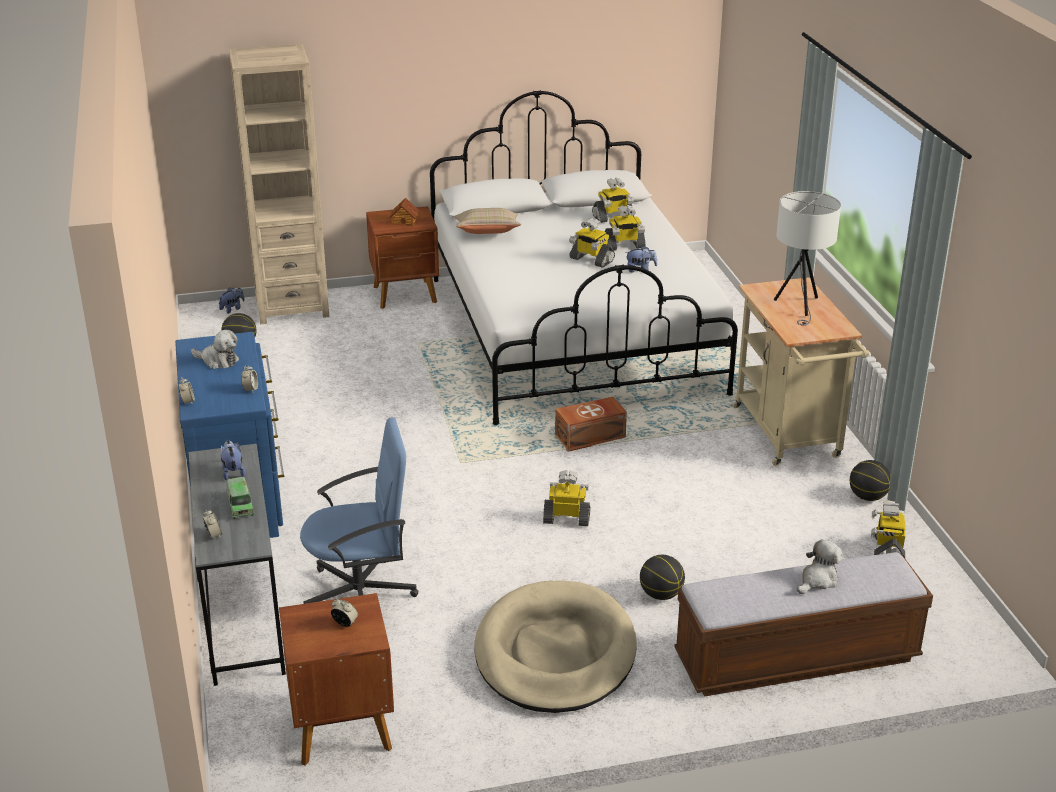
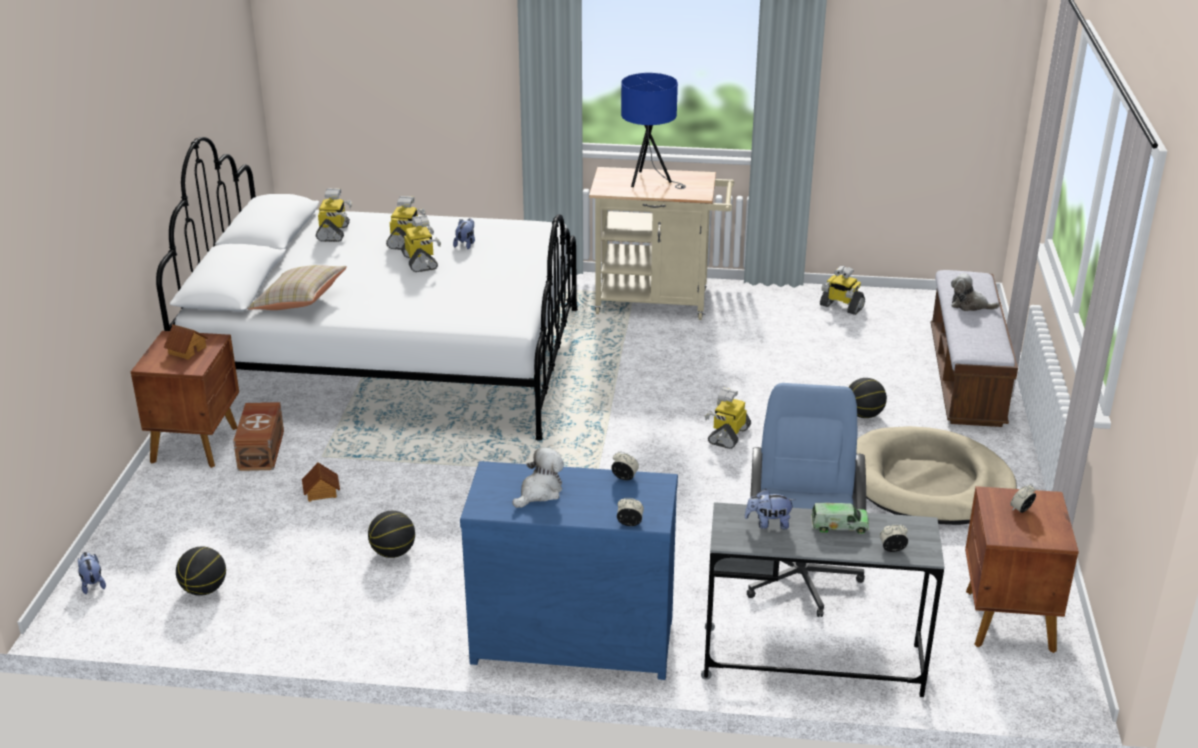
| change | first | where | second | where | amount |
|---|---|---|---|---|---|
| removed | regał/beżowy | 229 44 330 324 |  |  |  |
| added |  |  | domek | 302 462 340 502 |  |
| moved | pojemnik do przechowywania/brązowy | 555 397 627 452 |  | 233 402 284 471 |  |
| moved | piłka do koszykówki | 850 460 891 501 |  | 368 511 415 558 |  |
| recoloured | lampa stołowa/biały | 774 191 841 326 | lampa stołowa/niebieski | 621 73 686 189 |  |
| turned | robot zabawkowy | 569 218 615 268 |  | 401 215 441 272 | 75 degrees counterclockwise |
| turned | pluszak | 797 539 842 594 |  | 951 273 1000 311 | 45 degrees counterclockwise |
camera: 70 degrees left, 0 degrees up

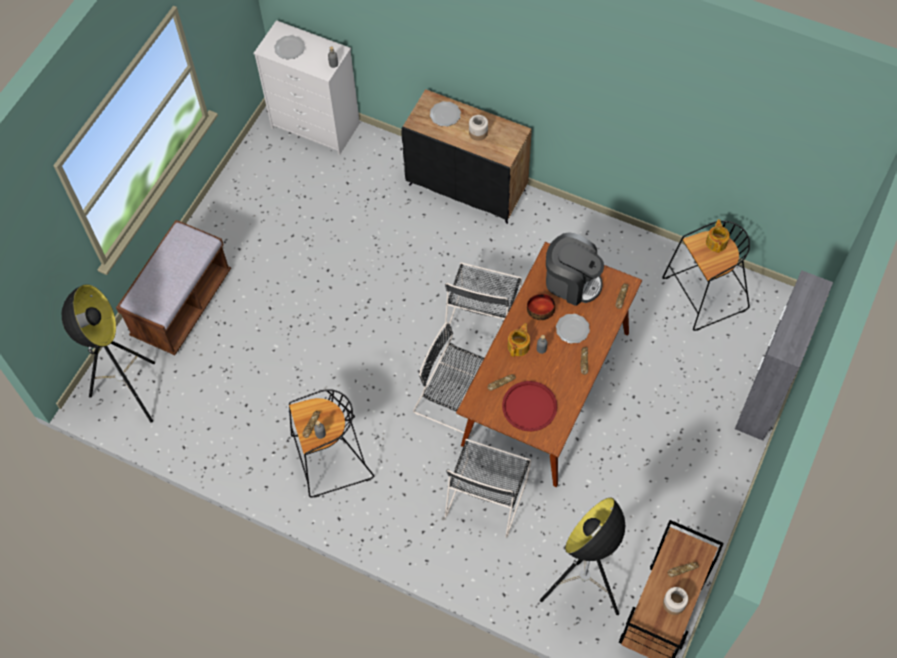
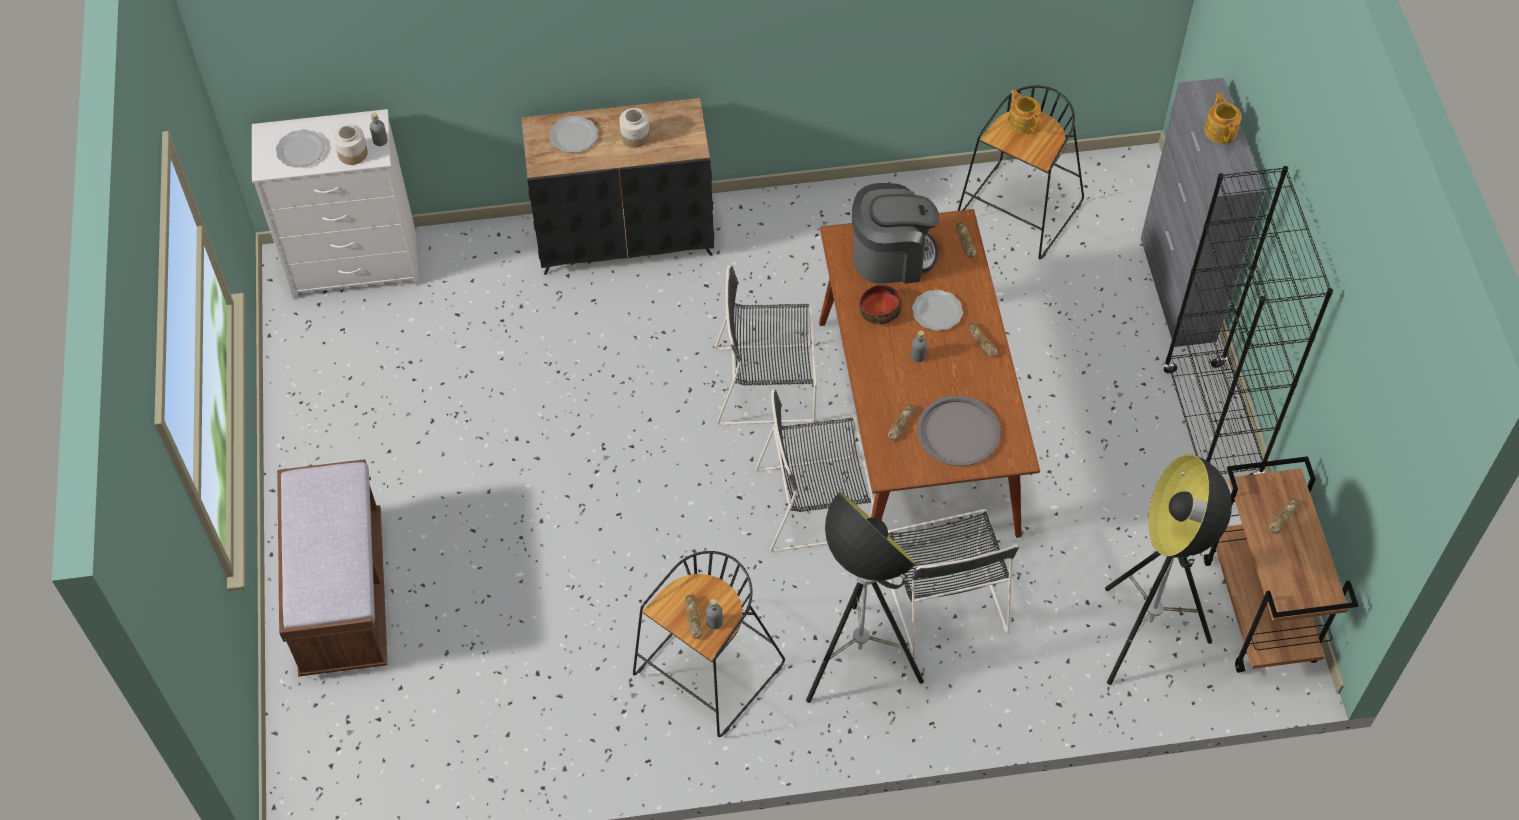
| change | first | where | second | where | amount |
|---|---|---|---|---|---|
| added |  |  | regał/czarny | 1163 166 1333 475 |  |
| moved | lampa stojąca | 62 284 155 423 |  | 806 491 924 703 |  |
| moved | imbryk | 508 323 530 357 |  | 1204 93 1242 144 |  |
| moved | słoik | 663 587 688 615 |  | 333 124 368 165 |  |
| recoloured | taca/czerwony | 502 381 557 431 | taca/szary | 917 396 1000 466 |  |
| turned | krzesło/czarny | 444 262 522 337 |  | 715 265 817 426 | 105 degrees clockwise |
camera: 35 degrees left, 5 degrees down

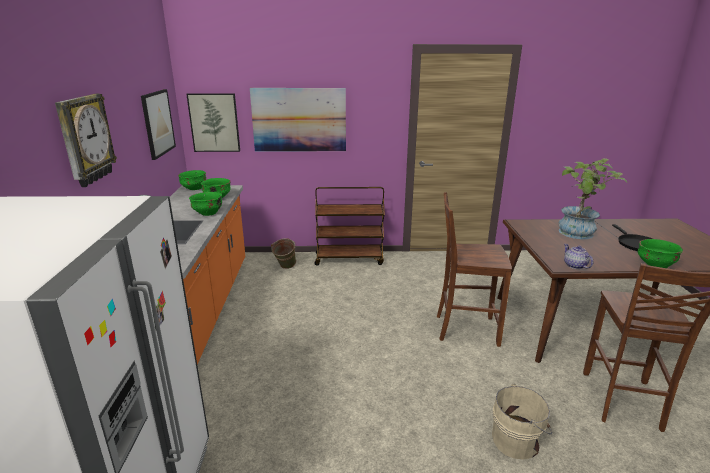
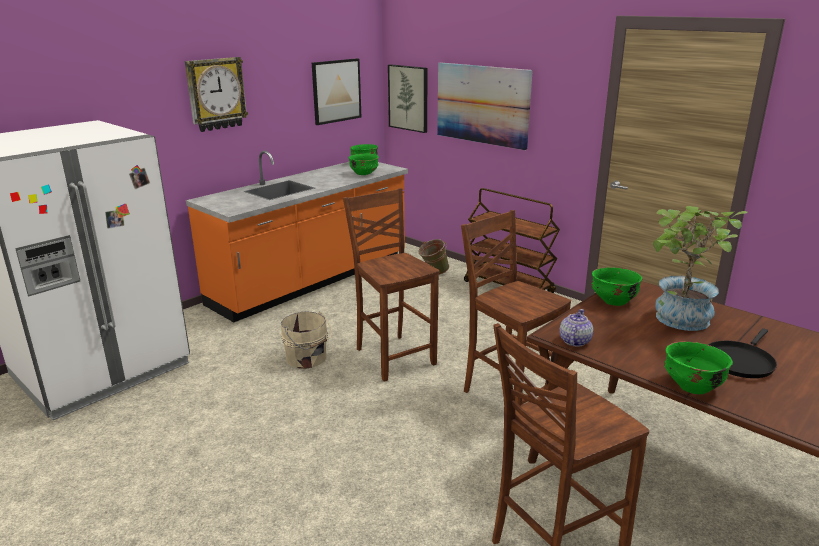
| change | first | where | second | where | amount |
|---|---|---|---|---|---|
| added |  |  | krzesło/brązowy | 343 188 439 382 |  |
| moved | miska/zielony | 189 192 222 216 |  | 591 267 642 306 |  |
| moved | wiadro/beżowy | 492 384 552 459 |  | 281 311 332 369 |  |
camera: 45 degrees right, 0 degrees up

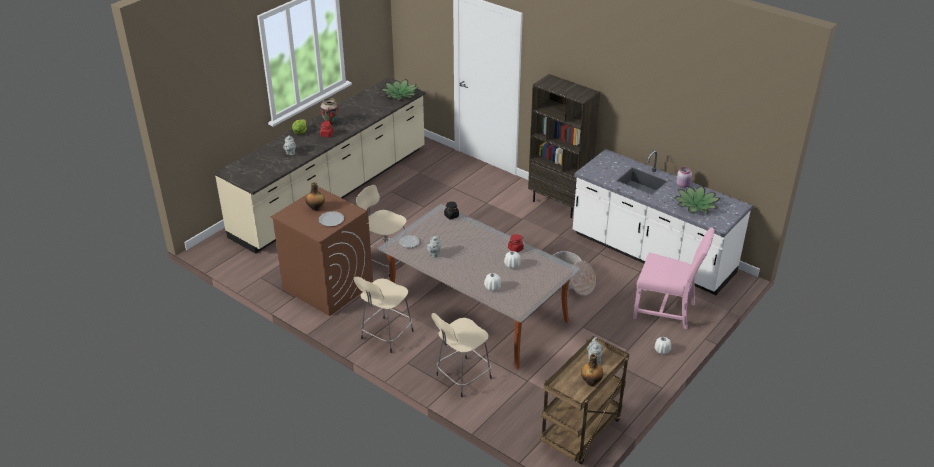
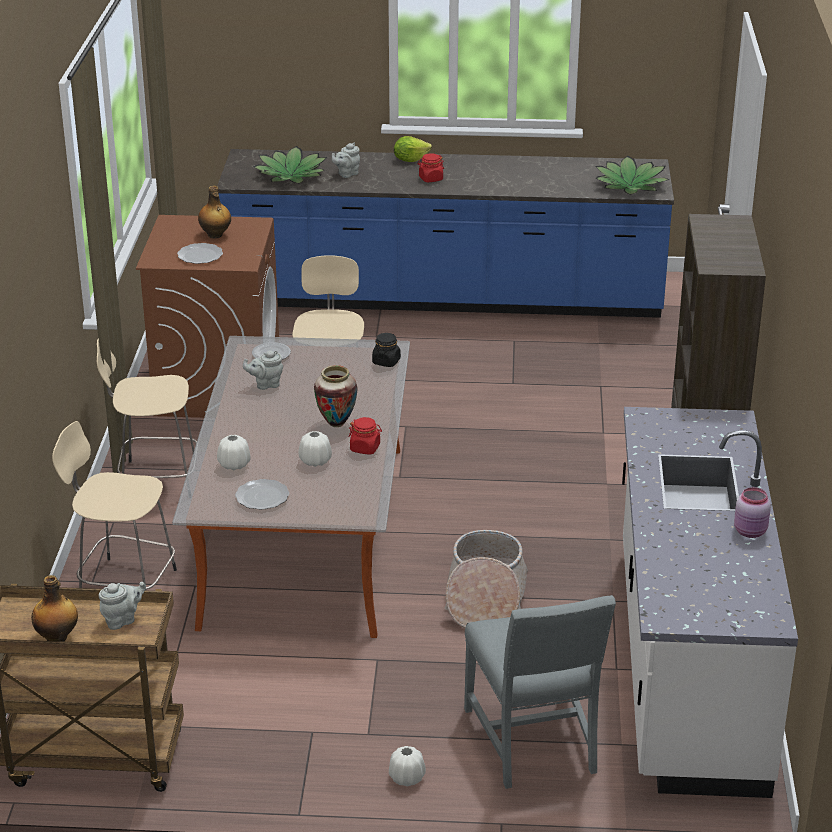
| change | first | where | second | where | amount |
|---|---|---|---|---|---|
| added |  |  | talerz | 235 479 289 510 |  |
| moved | wazon | 320 98 339 125 |  | 314 365 358 427 |  |
| moved | roślina doniczkowa | 674 186 720 214 |  | 253 146 327 184 |  |
| recoloured | zabudowa kuchenna/beżowy | 214 77 426 254 | zabudowa kuchenna/niebieski | 217 149 674 318 |  |
| recoloured | krzesło/różowy | 633 227 715 329 | krzesło/szary | 464 595 616 789 |  |
camera: 55 degrees right, 5 degrees down

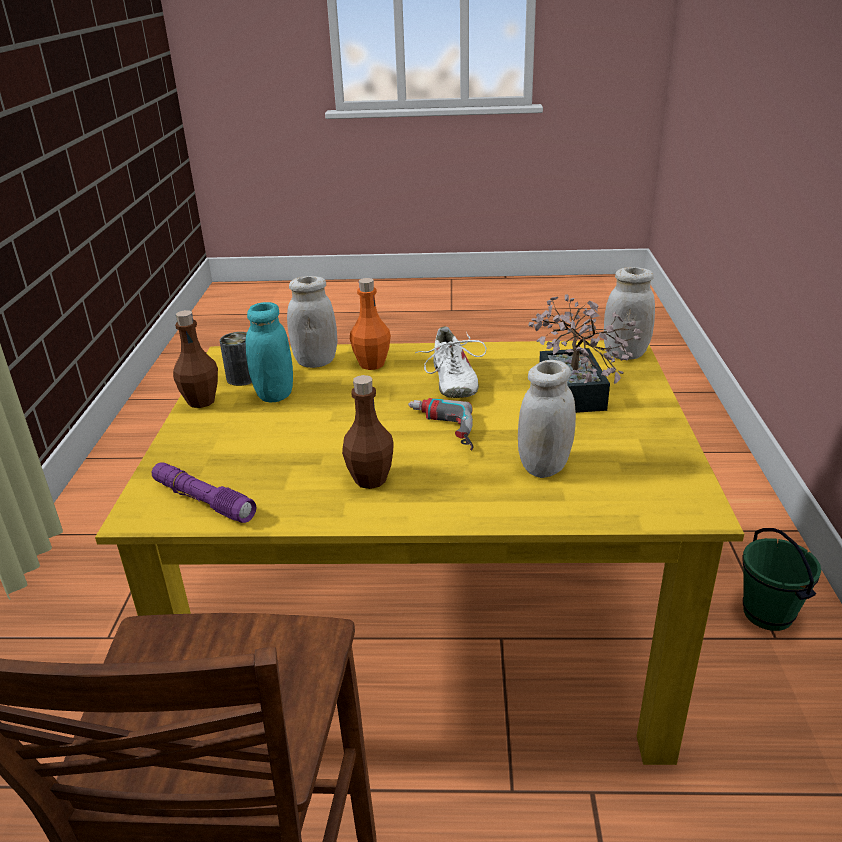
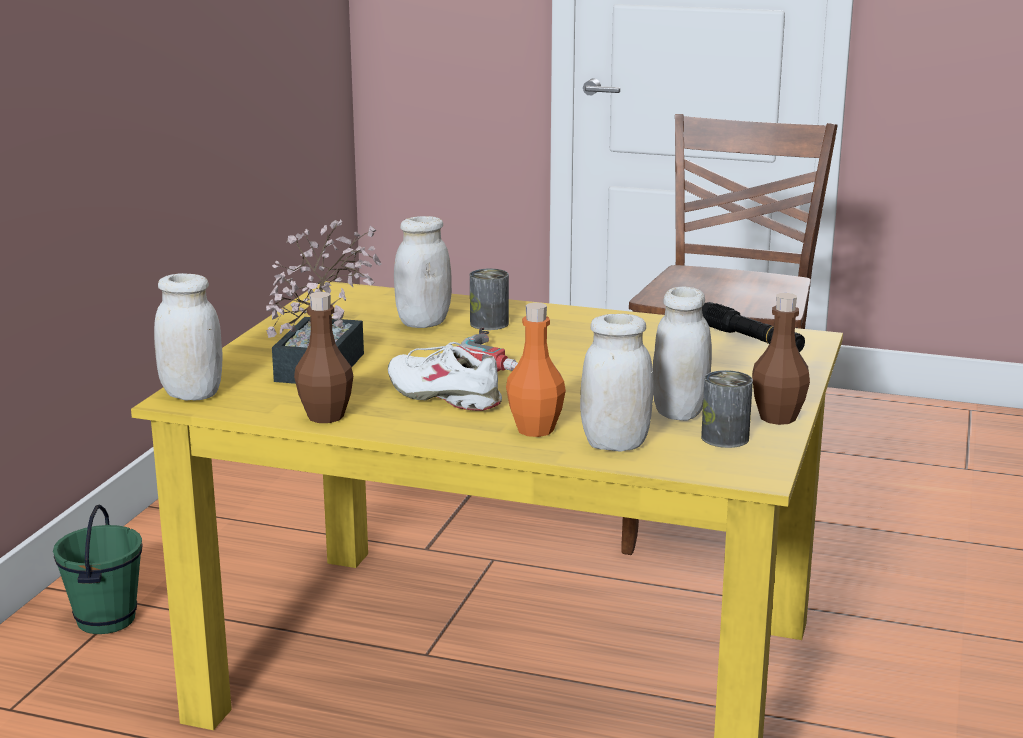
| change | first | where | second | where | amount |
|---|---|---|---|---|---|
| added |  |  | puszka | 470 269 509 330 |  |
| moved | butelka/brązowy | 342 375 394 489 |  | 294 292 353 423 |  |
| recoloured | latarka/fioletowy | 152 462 256 523 | latarka/czarny | 702 302 805 352 |  |
| recoloured | słoik/turkusowy | 246 302 293 403 | słoik/biały | 653 286 712 421 |  |
| turned | but/biały | 415 326 487 398 |  | 388 342 502 411 | 60 degrees counterclockwise |
camera: 165 degrees left, 10 degrees down

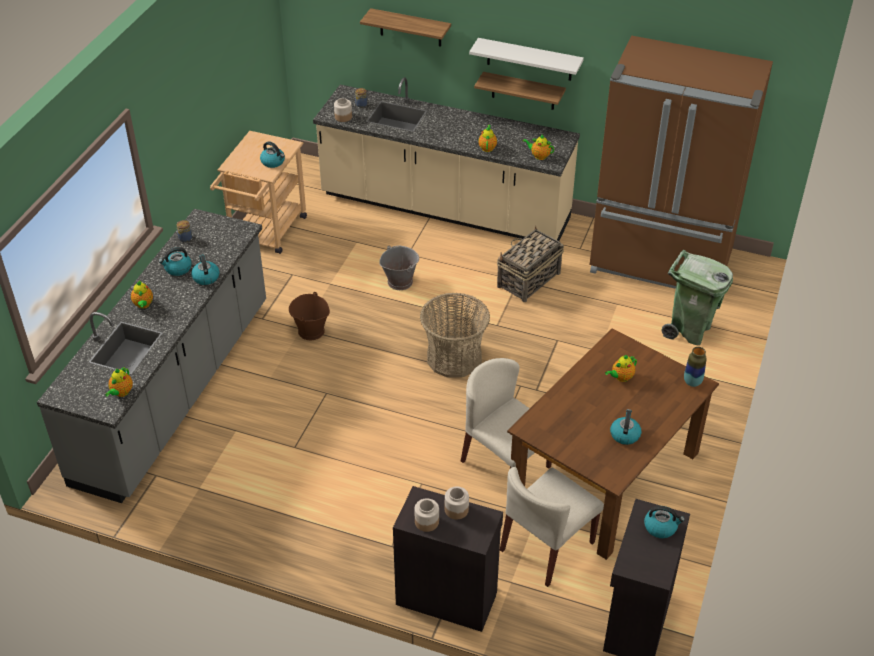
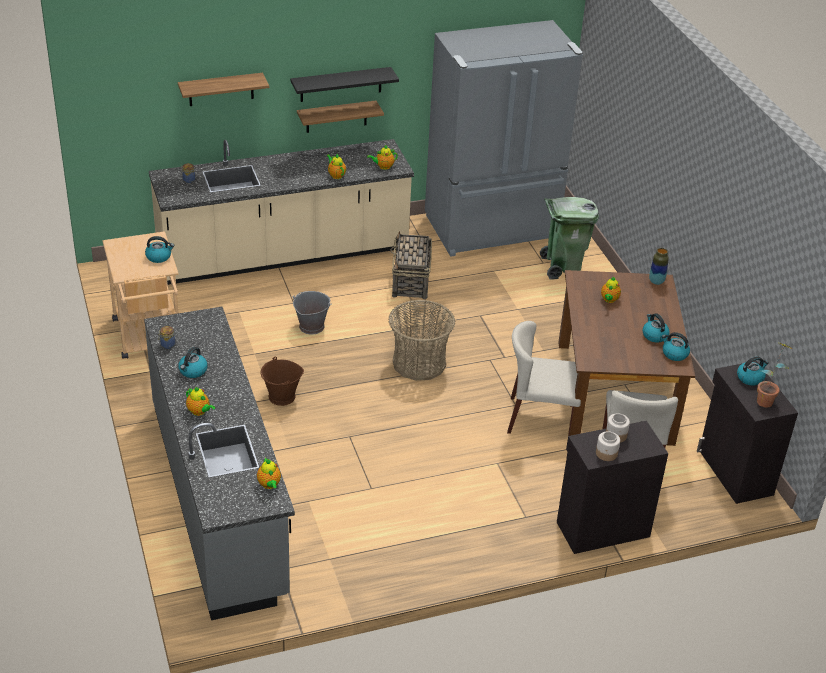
| change | first | where | second | where | amount |
|---|---|---|---|---|---|
| removed | słoik | 334 98 352 122 |  |  |  |
| added |  |  | roślina doniczkowa | 757 342 790 407 |  |
| moved | czajnik | 191 255 219 285 |  | 661 332 690 361 |  |
| recoloured | półka/biały | 469 38 584 81 | półka/czarny | 290 67 399 102 |  |
| recoloured | lodówka/brązowy | 590 35 773 289 | lodówka/szary | 425 20 583 257 |  |
camera: 40 degrees left, 5 degrees down

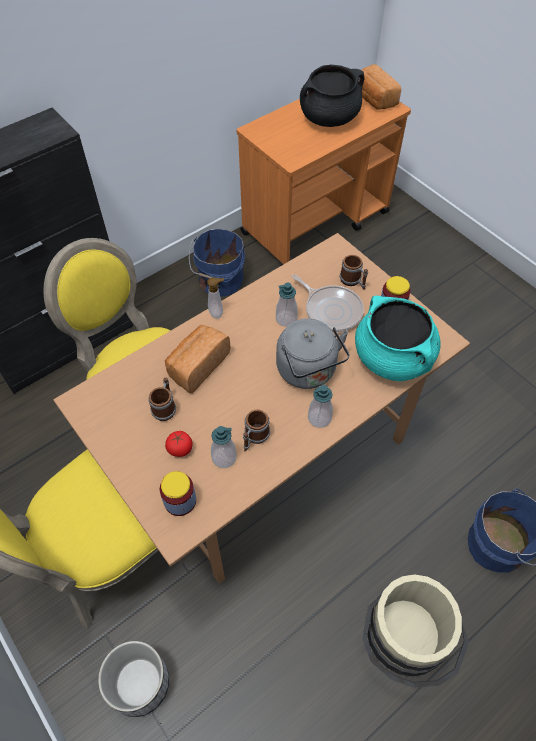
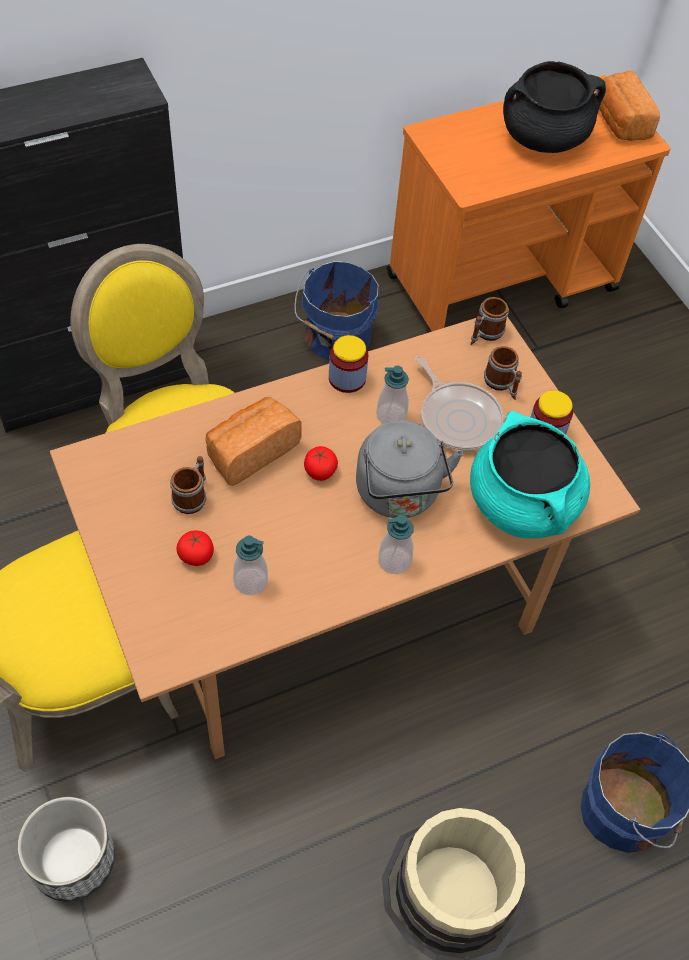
| change | first | where | second | where | amount |
|---|---|---|---|---|---|
| removed | dozownik mydła | 207 277 224 319 |  |  |  |
| added |  |  | pomidor | 304 446 338 481 |  |
| moved | słoik | 160 471 196 516 |  | 329 335 368 393 |  |
| moved | kubek | 243 410 270 451 |  | 471 297 509 345 |  |
camera: 10 degrees right, 0 degrees up

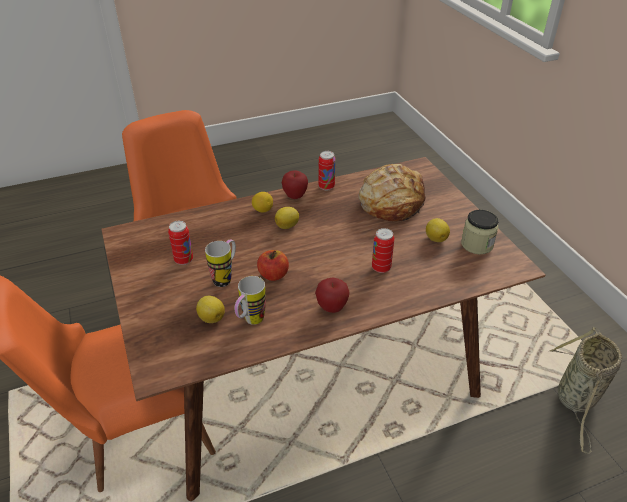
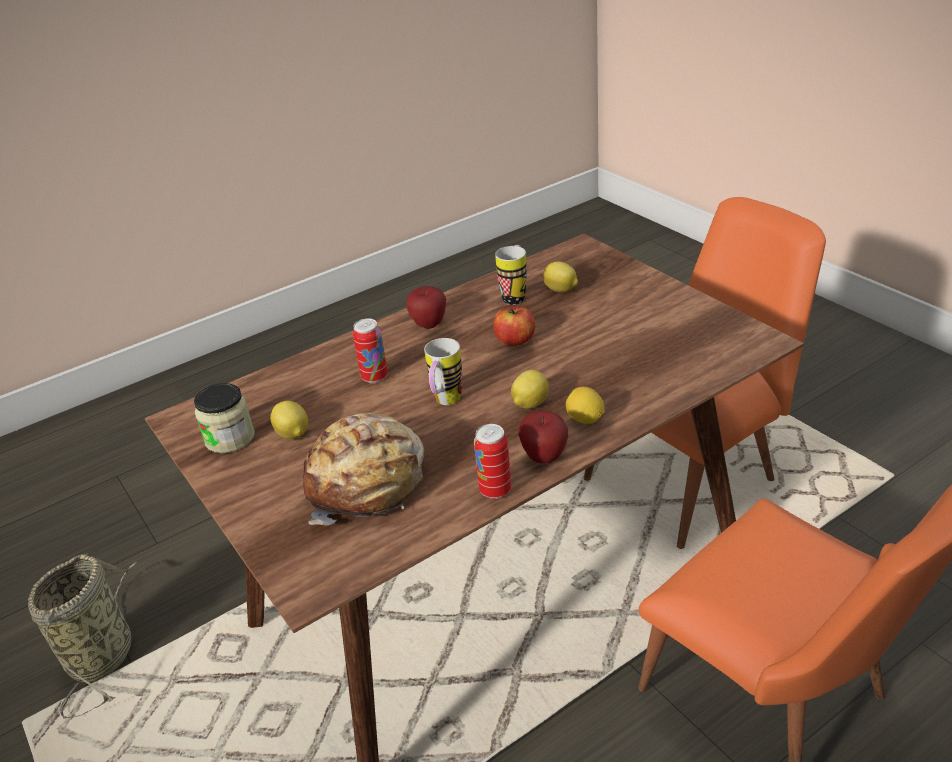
| change | first | where | second | where | amount |
|---|---|---|---|---|---|
| removed | puszka | 168 221 193 265 |  |  |  |
| moved | kubek | 205 240 236 287 |  | 424 338 462 405 |  |
camera: 170 degrees right, 5 degrees down

